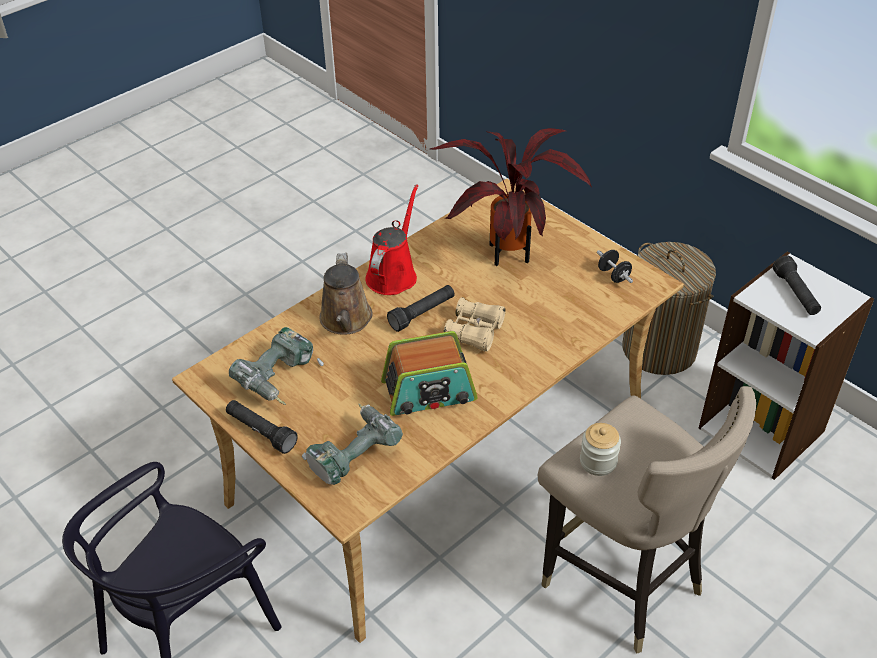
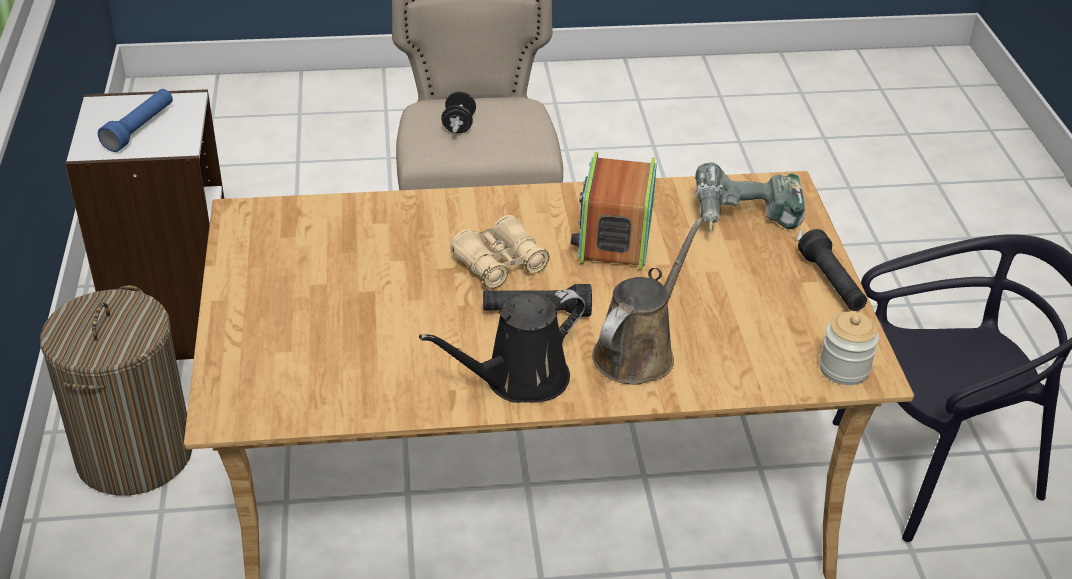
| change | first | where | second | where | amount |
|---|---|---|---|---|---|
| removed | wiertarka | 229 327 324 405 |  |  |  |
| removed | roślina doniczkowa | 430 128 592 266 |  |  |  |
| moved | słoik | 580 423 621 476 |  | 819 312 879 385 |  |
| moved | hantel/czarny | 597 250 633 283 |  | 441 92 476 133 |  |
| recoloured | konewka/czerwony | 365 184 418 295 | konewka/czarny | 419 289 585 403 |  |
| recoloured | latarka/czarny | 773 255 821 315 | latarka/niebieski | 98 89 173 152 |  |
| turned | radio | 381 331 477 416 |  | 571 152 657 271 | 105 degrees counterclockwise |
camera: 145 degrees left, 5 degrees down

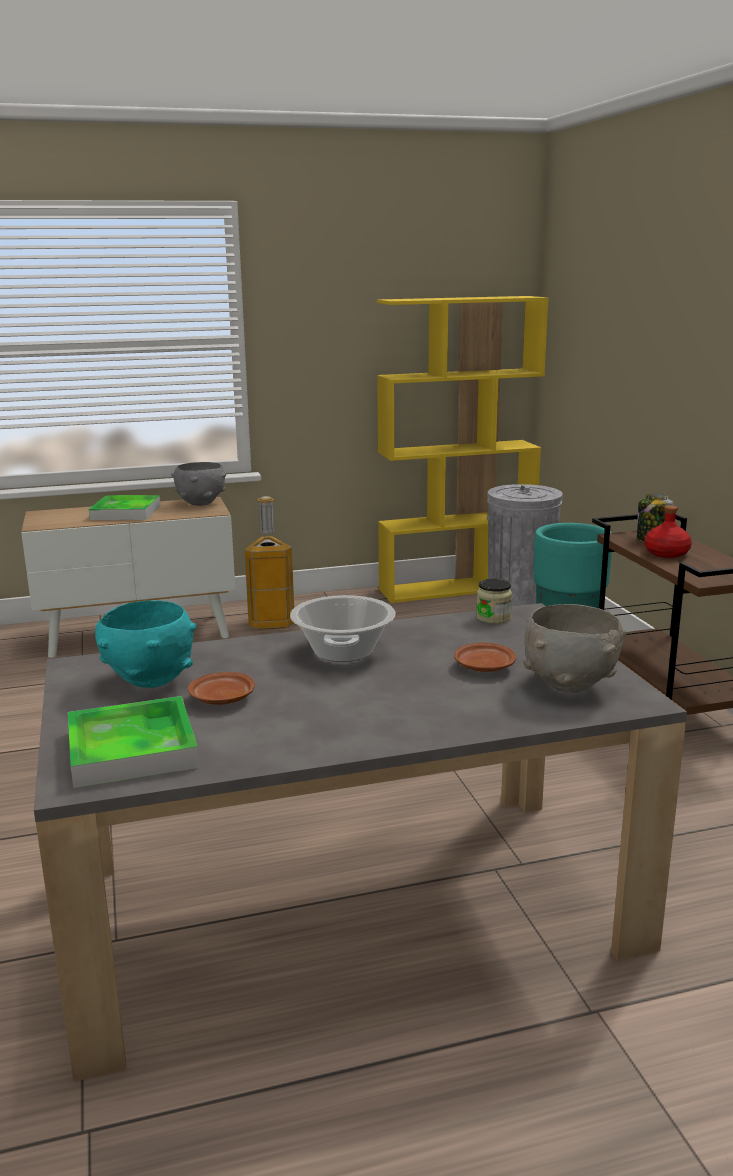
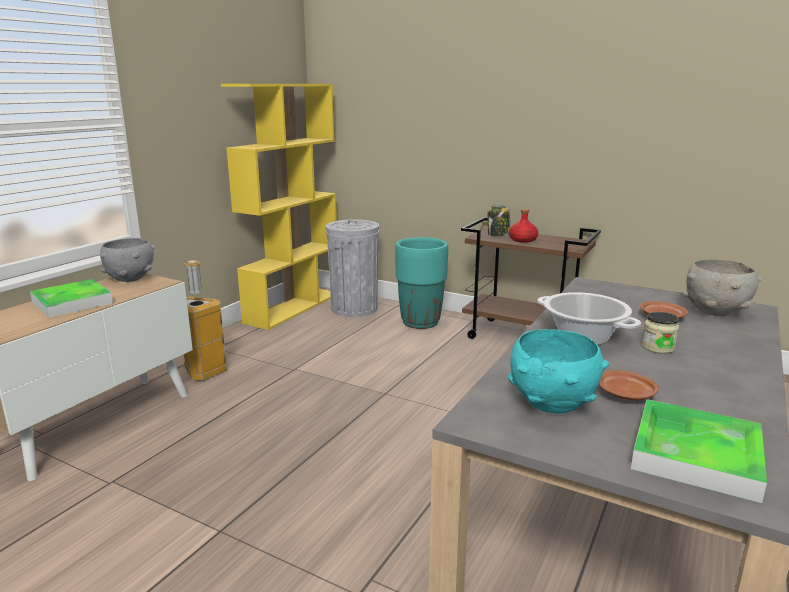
| change | first | where | second | where | amount |
|---|---|---|---|---|---|
| moved | słoik | 476 579 512 624 |  | 642 312 679 354 |  |
camera: 45 degrees left, 0 degrees up

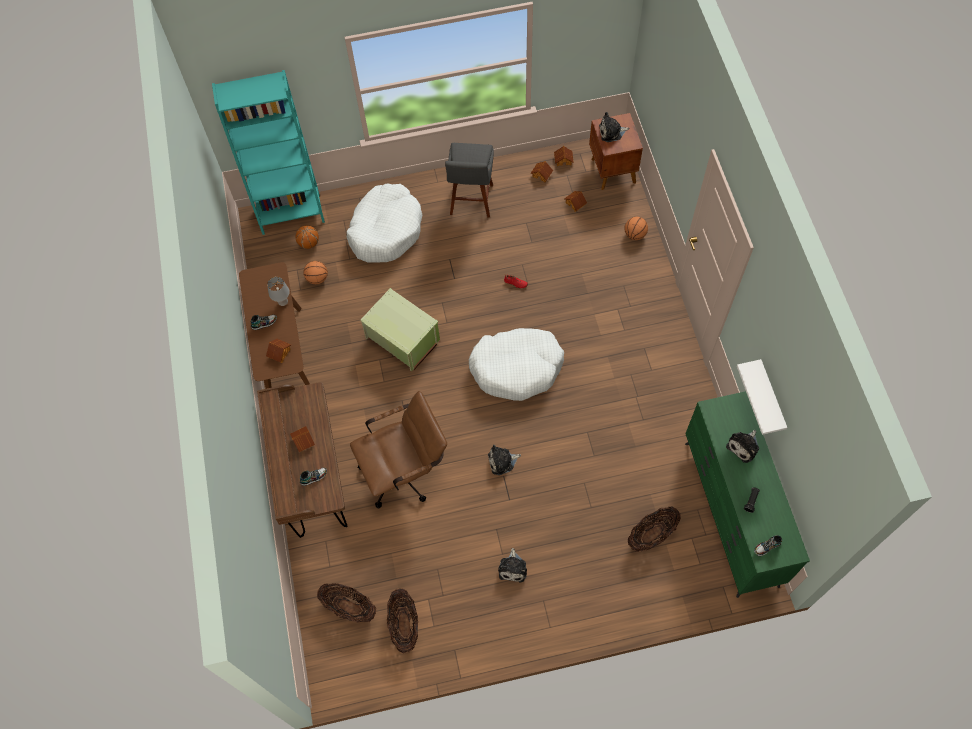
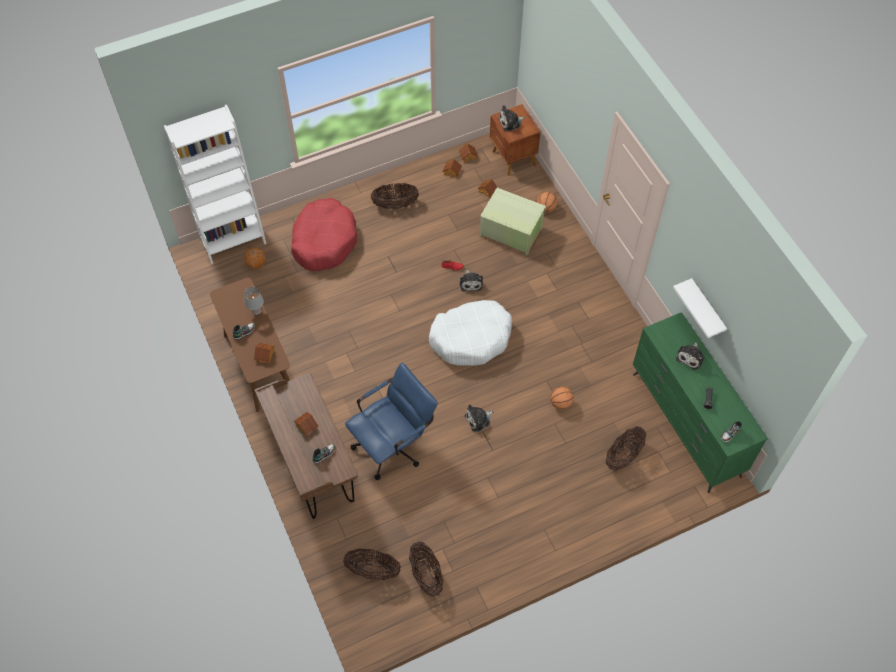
| change | first | where | second | where | amount |
|---|---|---|---|---|---|
| moved | piłka do koszykówki | 303 261 328 284 |  | 550 387 574 410 |  |
| moved | pojemnik do przechowywania/zielony | 360 288 440 371 |  | 480 187 546 255 |  |
| moved | pluszak | 498 548 527 582 |  | 460 269 483 292 |  |
| replaced | stołek/szary | 445 143 494 218 | koszyk | 371 183 419 209 |  |
| recoloured | regał/turkusowy | 212 70 325 235 | regał/biały | 164 105 266 264 |  |
| recoloured | legowisko/biały | 347 183 423 263 | legowisko/czerwony | 291 198 357 271 |  |
| recoloured | krzesło biurowe/brązowy | 350 391 447 508 | krzesło biurowe/niebieski | 345 363 438 480 |  |
camera: 15 degrees left, 5 degrees down

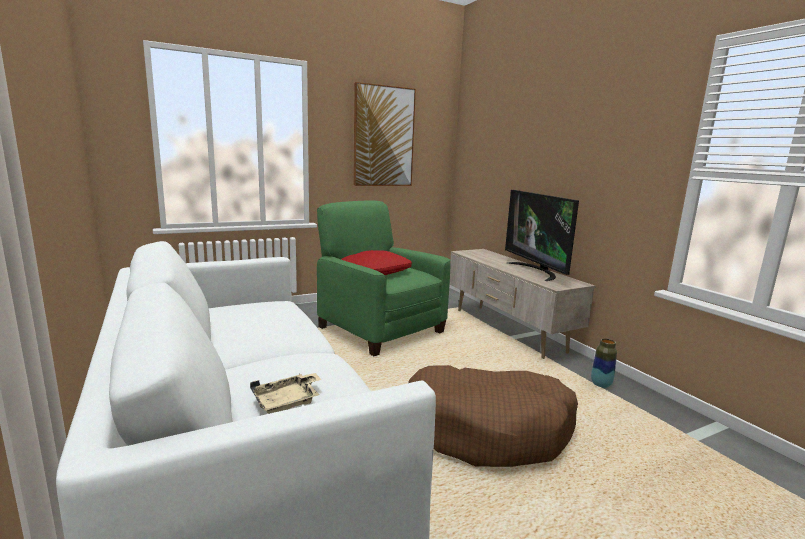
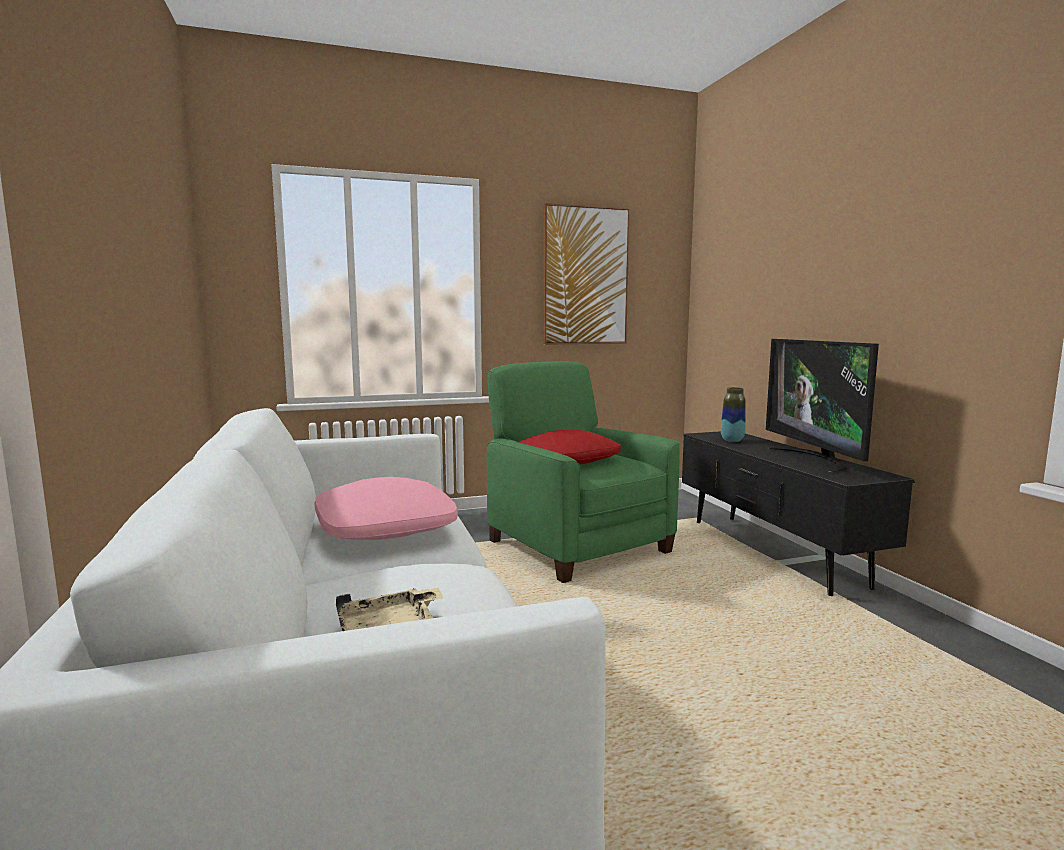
| change | first | where | second | where | amount |
|---|---|---|---|---|---|
| removed | legowisko/brązowy | 408 365 578 467 |  |  |  |
| added |  |  | poduszka/różowy | 314 477 458 540 |  |
| moved | wazon | 591 338 617 388 |  | 721 387 746 442 |  |
| recoloured | szafka pod telewizor/beżowy | 450 249 596 359 | szafka pod telewizor/czarny | 682 431 915 596 |  |
camera: 10 degrees right, 5 degrees down

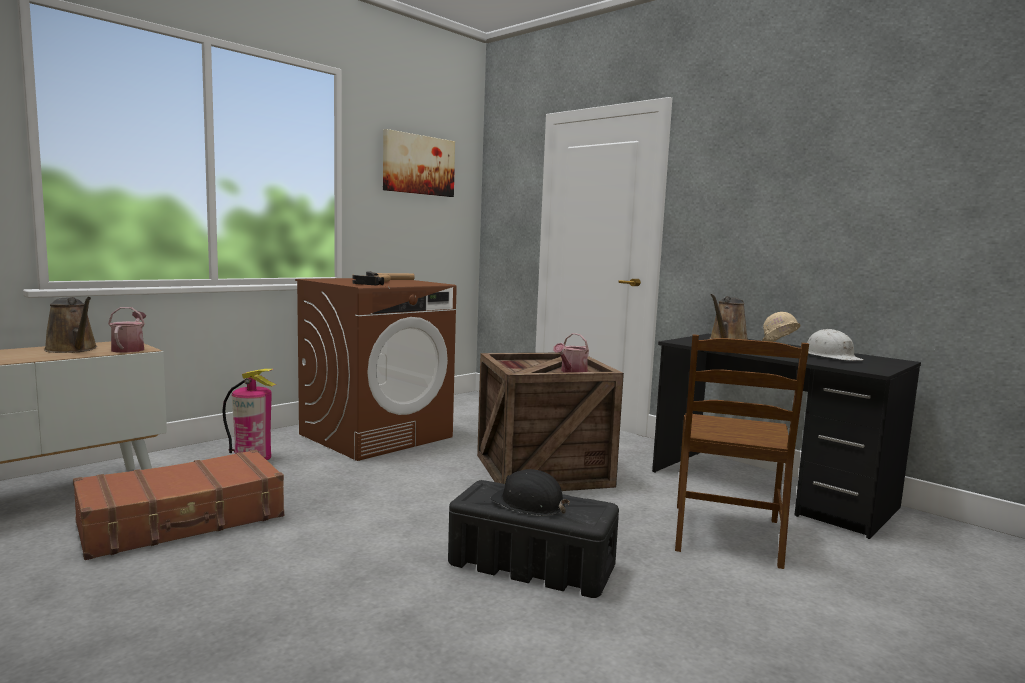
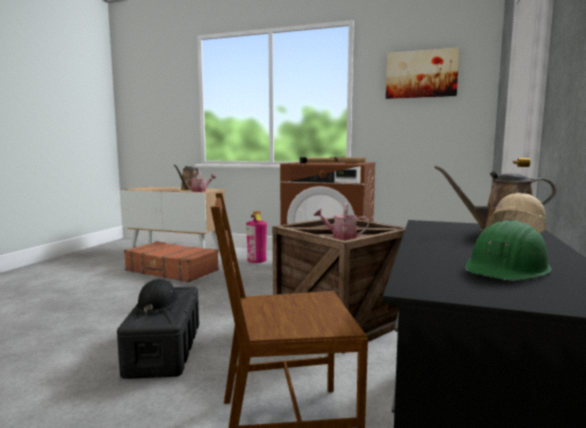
| change | first | where | second | where | amount |
|---|---|---|---|---|---|
| recoloured | kask/biały | 807 329 864 361 | kask/zielony | 465 220 551 281 |  |
camera: 65 degrees right, 0 degrees up

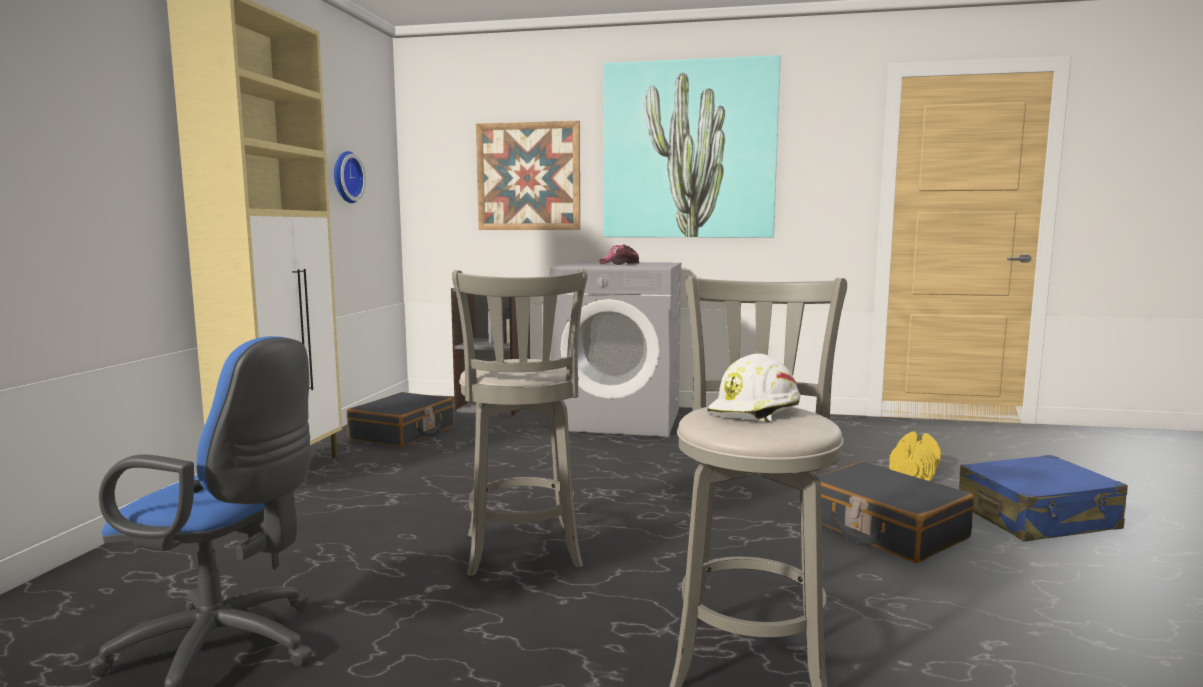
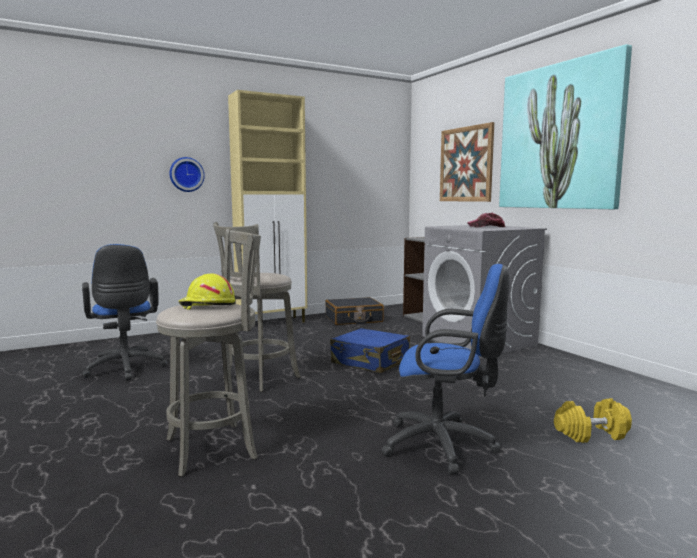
| change | first | where | second | where | amount |
|---|---|---|---|---|---|
| moved | zegar ścienny | 334 151 366 203 |  | 169 157 205 192 |  |
| moved | walizka/niebieski | 959 455 1128 542 |  | 330 328 410 373 |  |
| replaced | walizka/czarny | 818 461 974 563 | krzesło biurowe/niebieski | 381 264 510 475 |  |
| recoloured | kask/biały | 707 353 801 422 | kask/żółty | 178 274 235 310 |  |
camera: 50 degrees right, 0 degrees up

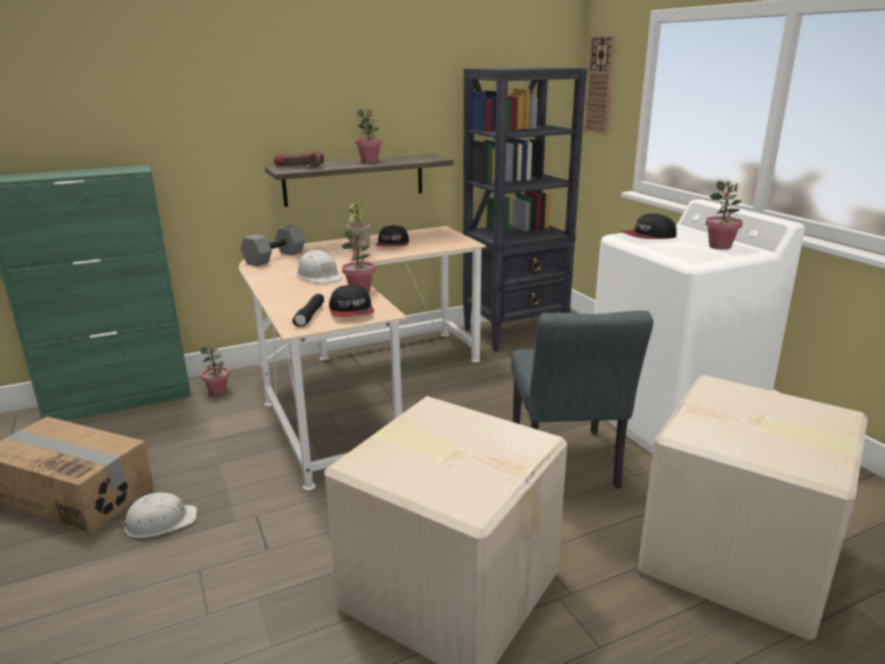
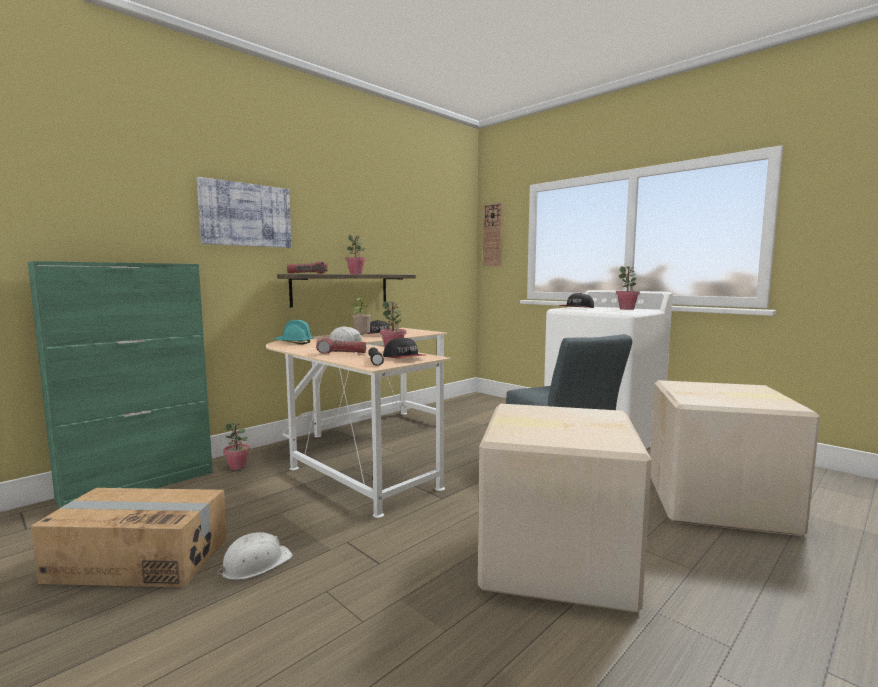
| change | first | where | second | where | amount |
|---|---|---|---|---|---|
| removed | regał/czarny | 463 67 588 352 |  |  |  |
| added |  |  | obraz | 197 177 291 248 |  |
| added |  |  | latarka | 316 338 366 354 |  |
| replaced | hantel/szary | 241 225 305 266 | kask/turkusowy | 273 320 313 345 |  |
camera: 20 degrees left, 15 degrees down

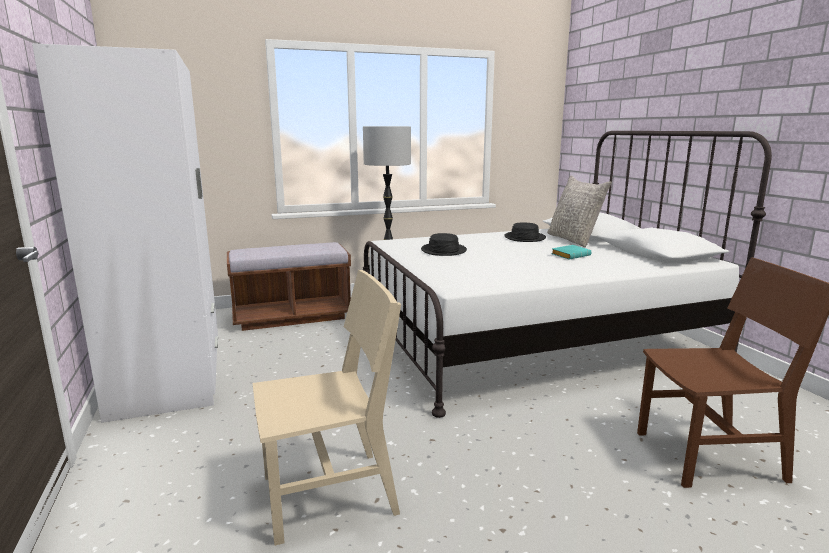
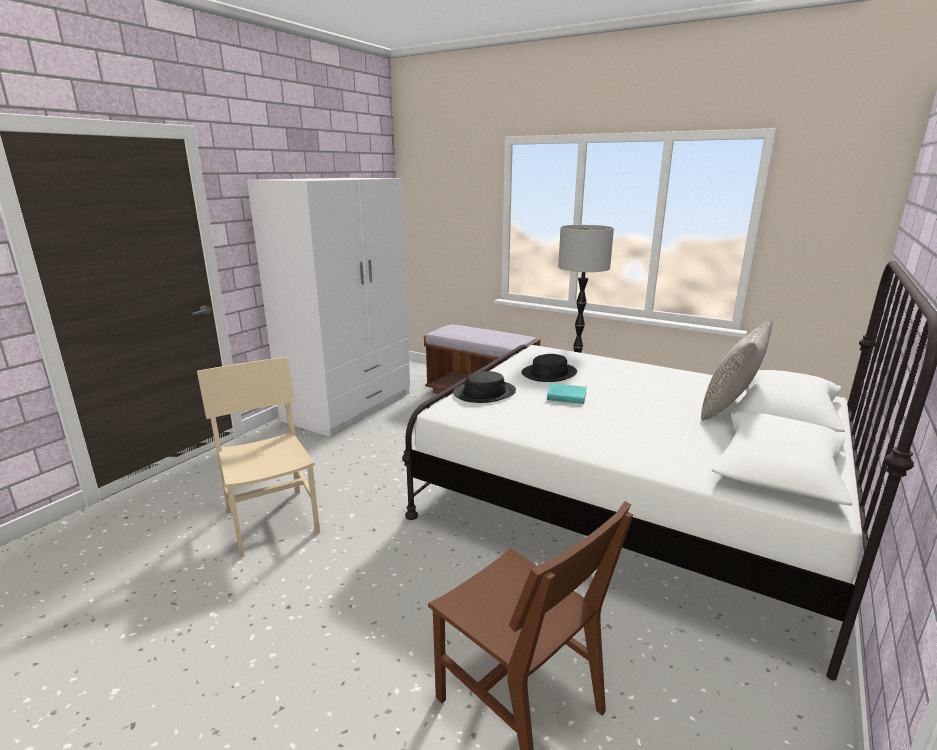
| change | first | where | second | where | amount |
|---|---|---|---|---|---|
| moved | kapelusz/czarny | 504 222 546 242 |  | 453 371 516 403 |  |
| moved | książka/turkusowy | 551 245 591 260 |  | 547 383 587 404 |  |
| turned | krzesło/beżowy | 253 270 401 546 |  | 197 357 320 558 | 150 degrees counterclockwise |
camera: 50 degrees right, 5 degrees up

